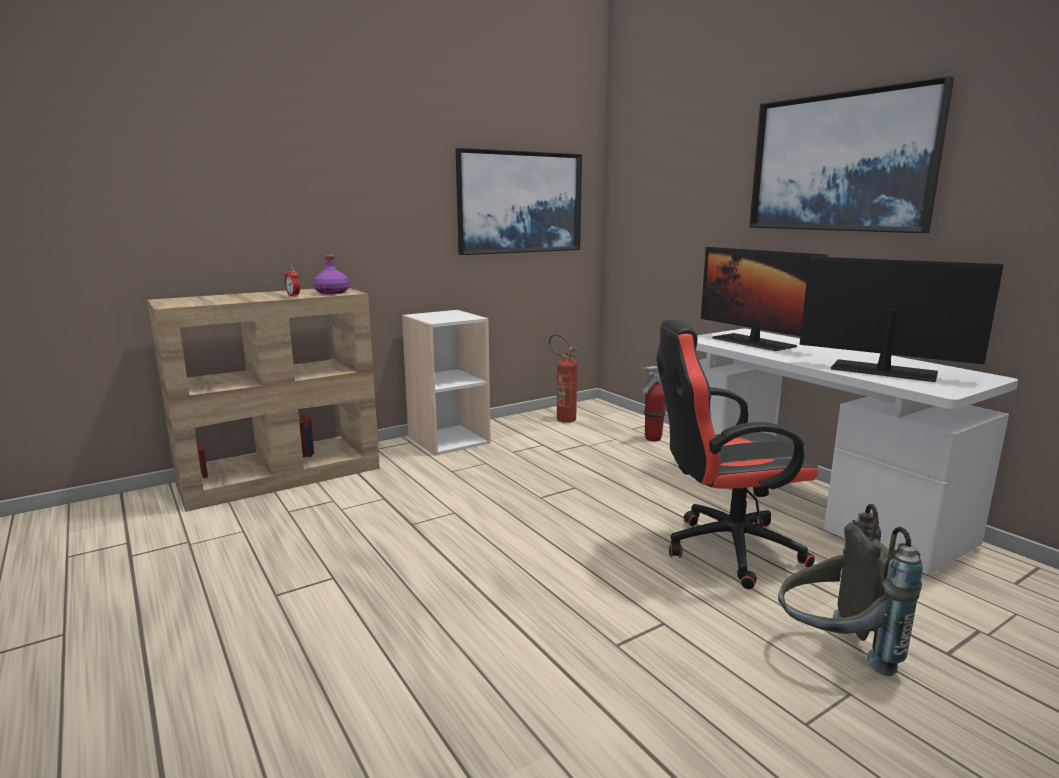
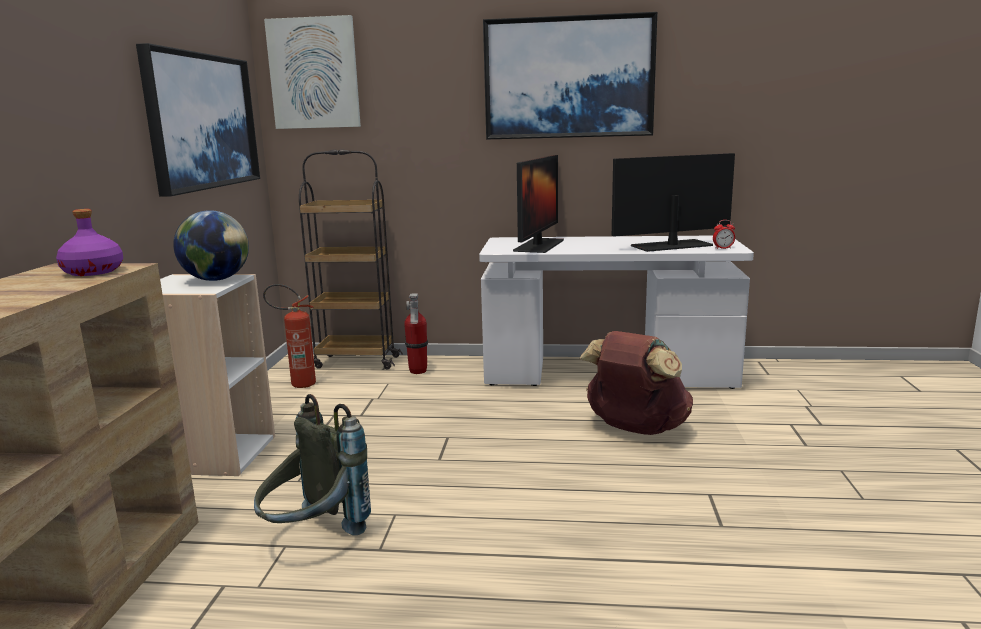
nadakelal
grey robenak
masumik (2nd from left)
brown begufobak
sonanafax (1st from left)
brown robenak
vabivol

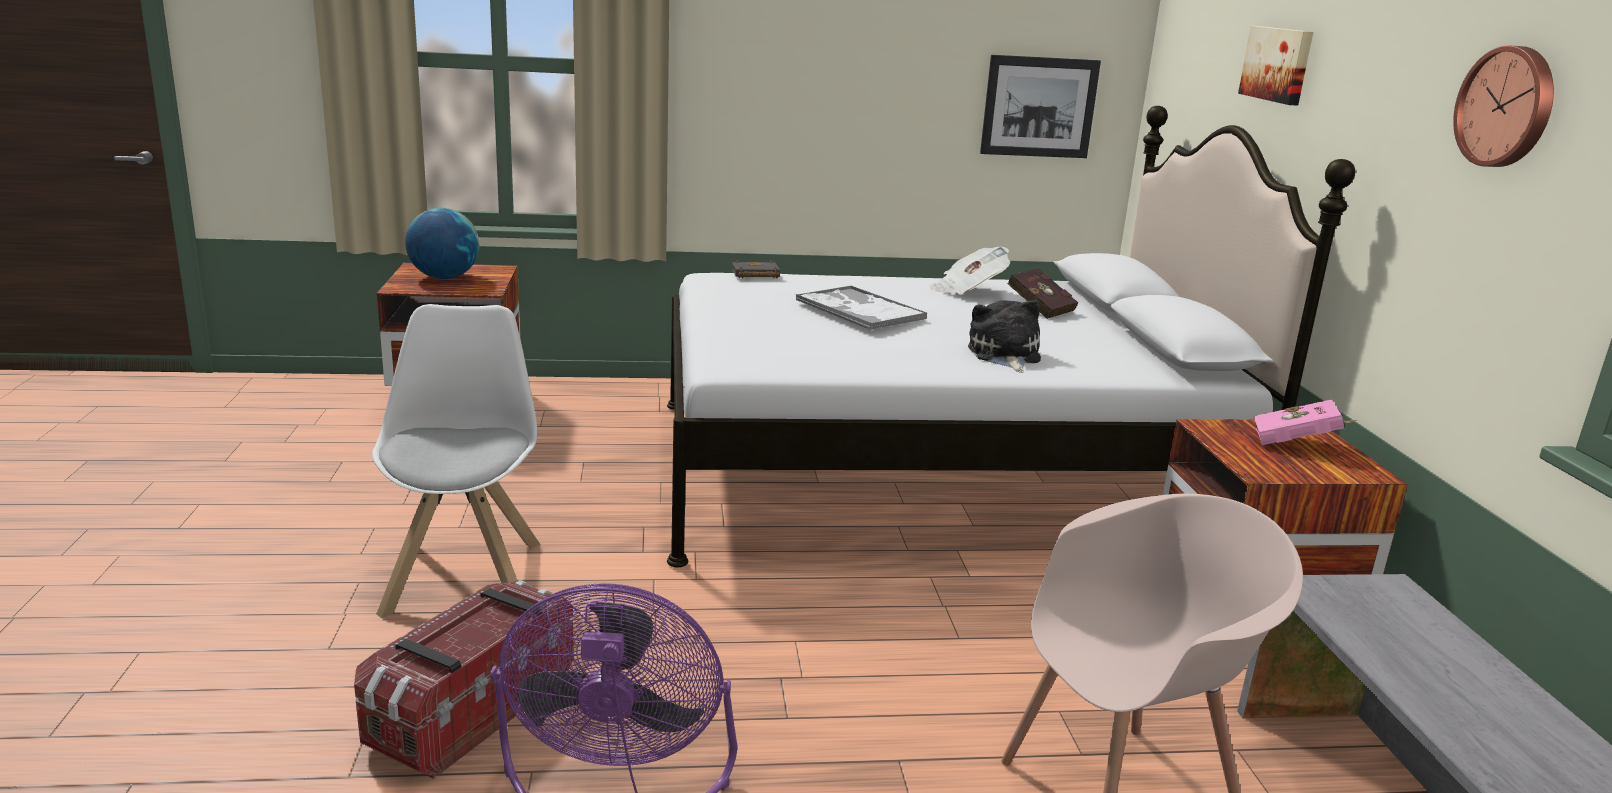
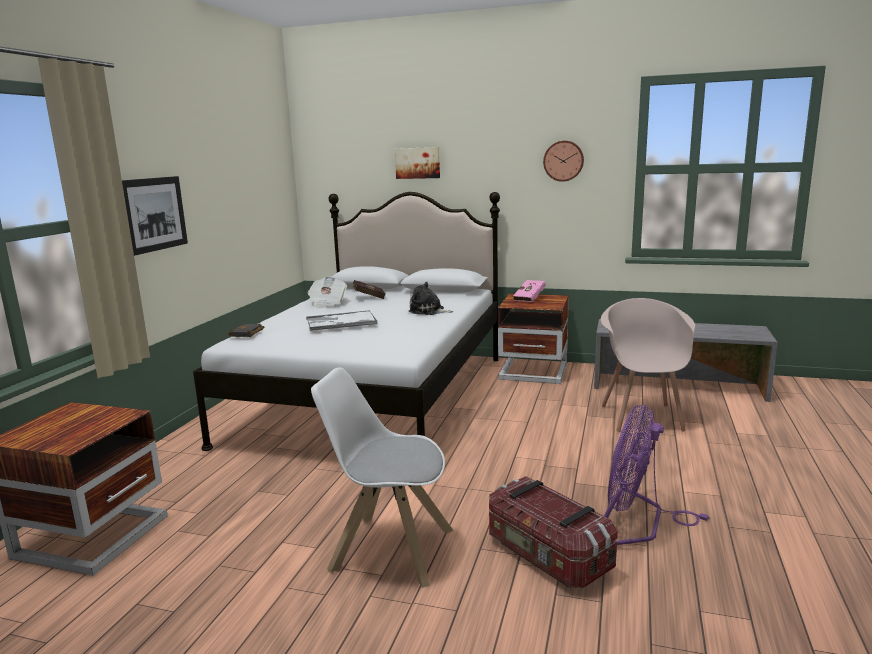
masumik (1st from left)
nadakelal

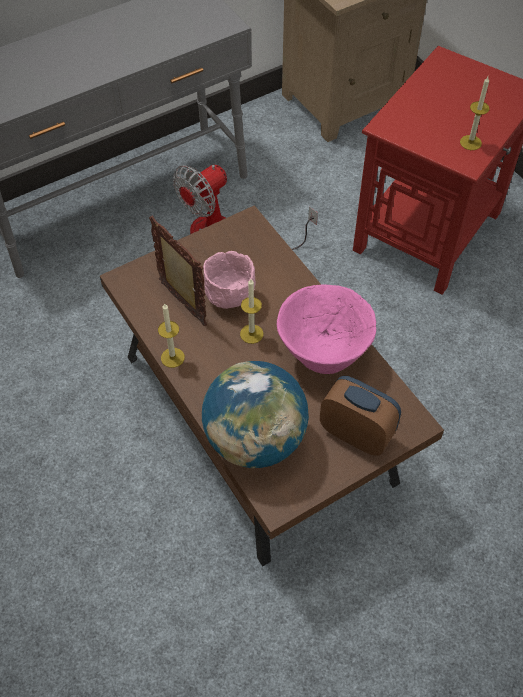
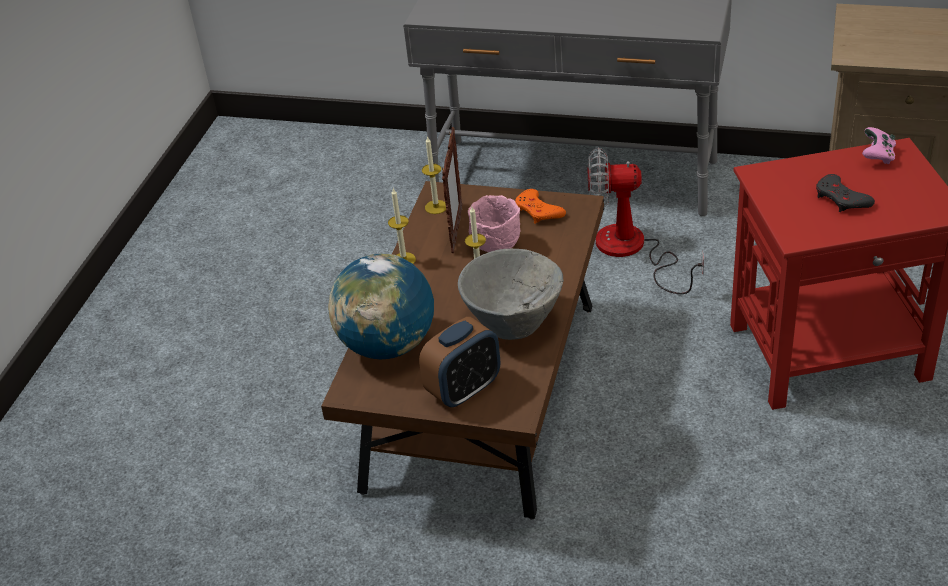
vabivol
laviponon (2nd from left)
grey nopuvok
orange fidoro
grey fidoro
pink fidoro

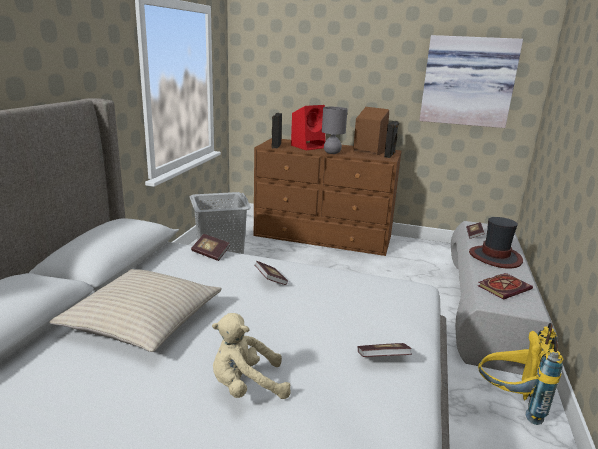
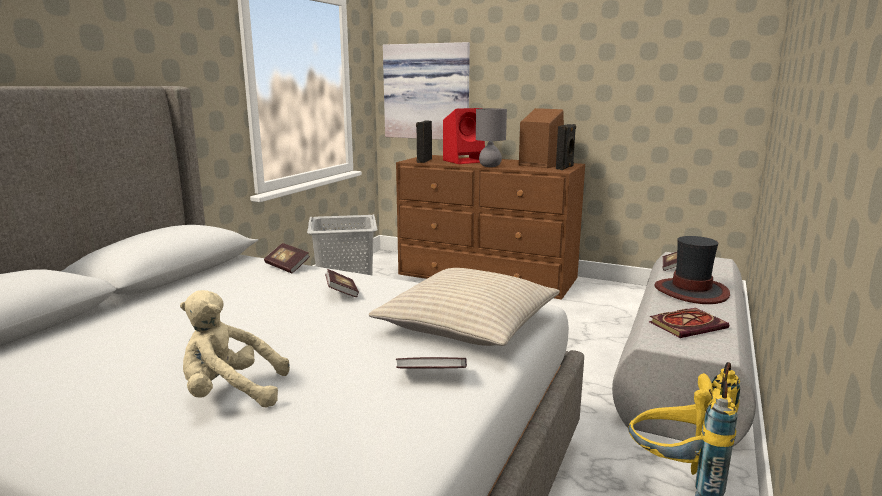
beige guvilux
masumik

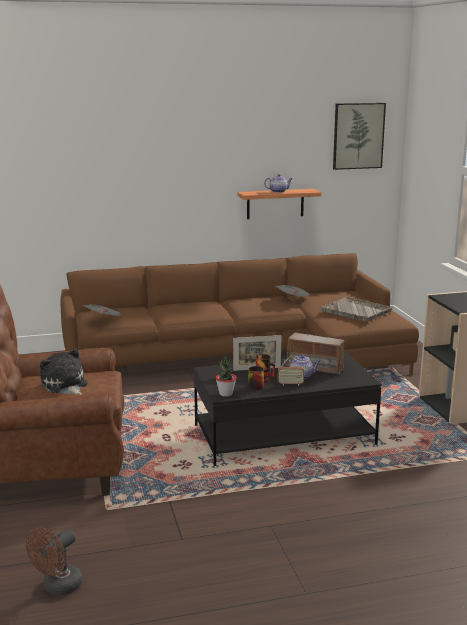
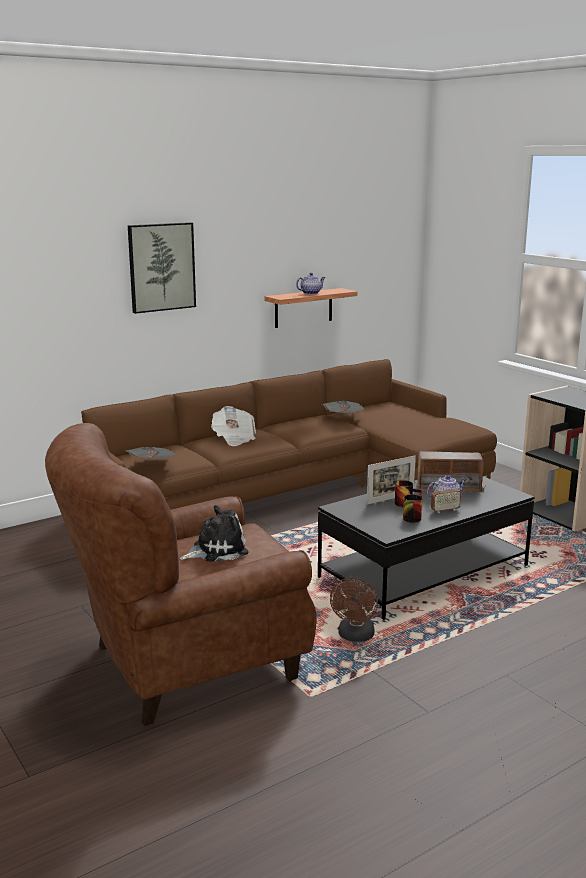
masumik
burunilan
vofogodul (2nd from left)
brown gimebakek
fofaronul
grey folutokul

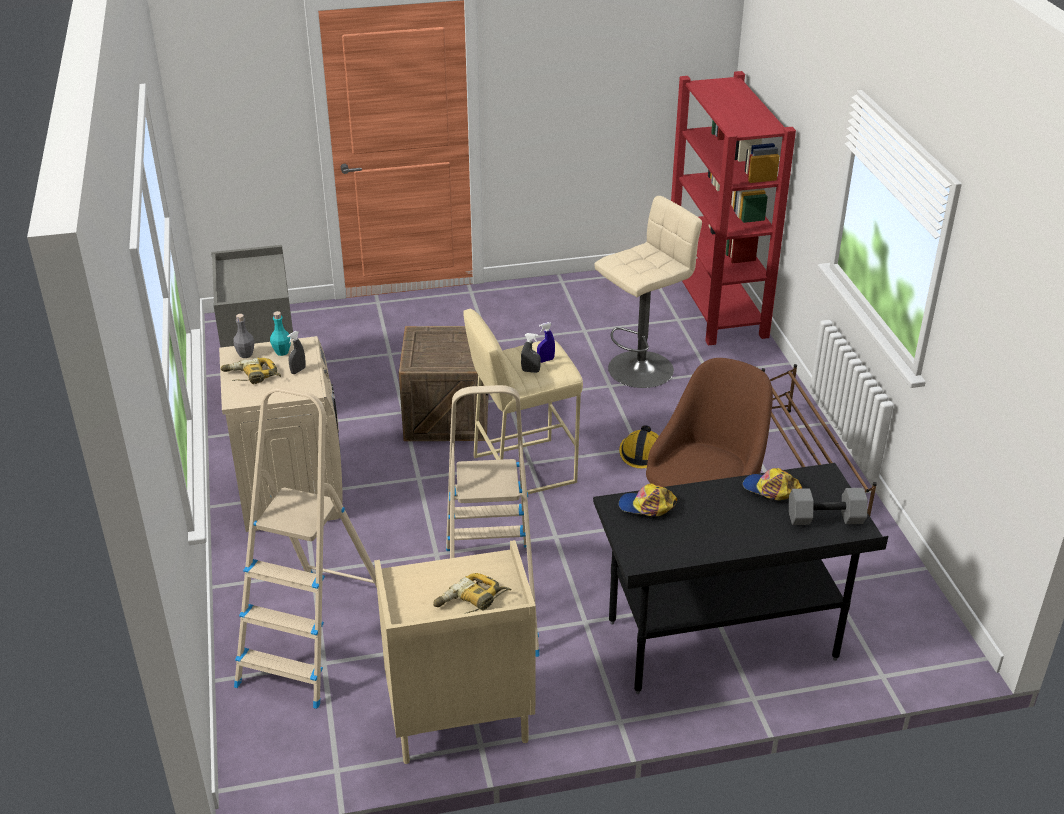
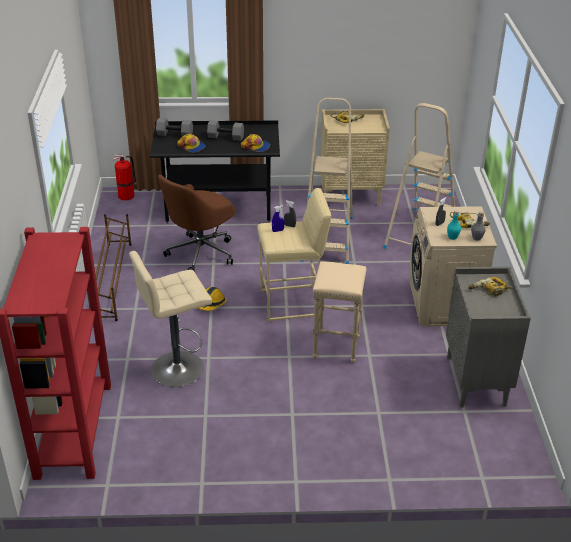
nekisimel
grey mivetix (2nd from left)
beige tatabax (3rd from left)
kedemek (3rd from left)

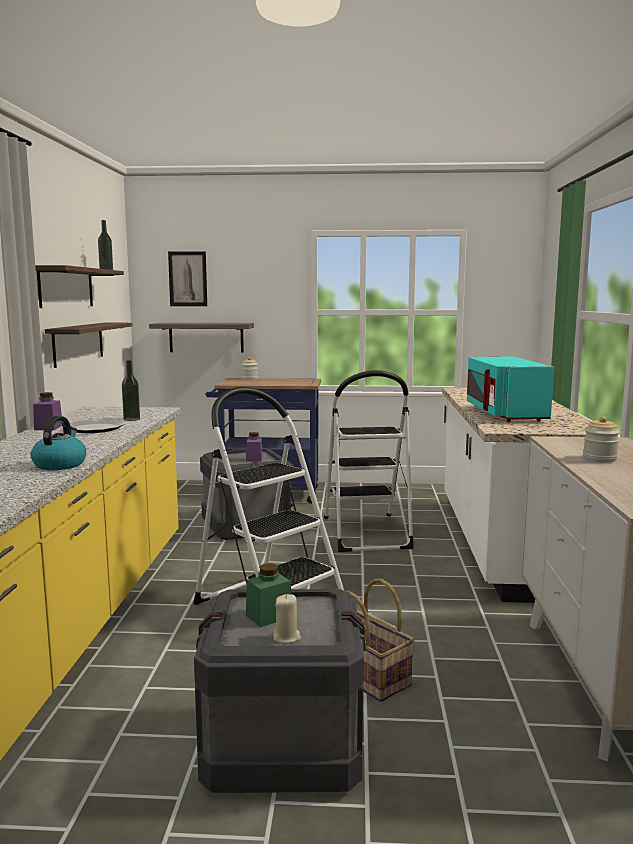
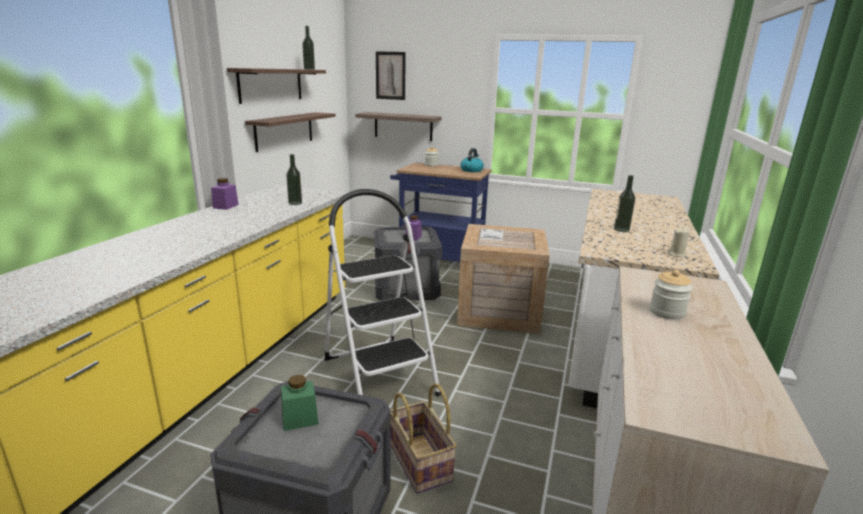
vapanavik (3rd from left)
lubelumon
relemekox (3rd from left)
beige laviponon
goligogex

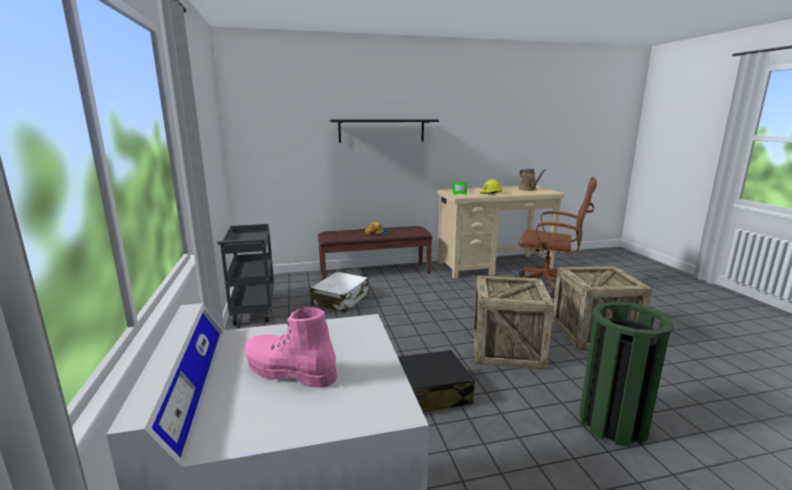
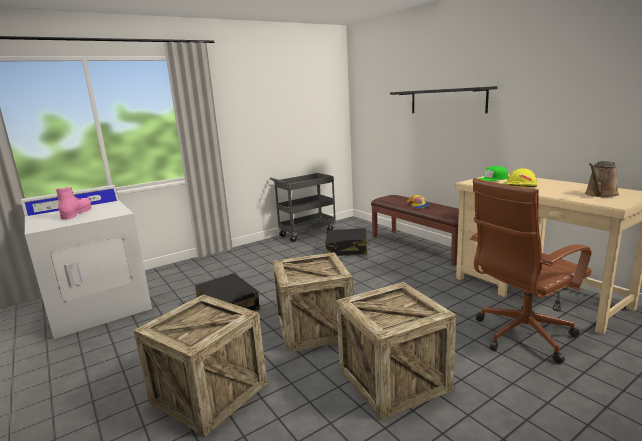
vapanavik (1st from left)
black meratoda (2nd from left)
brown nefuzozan

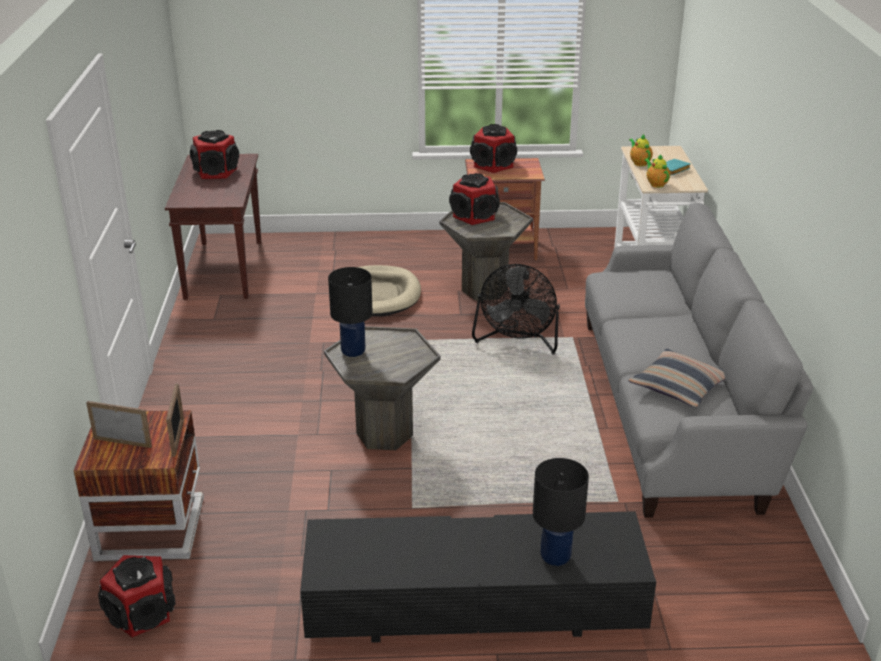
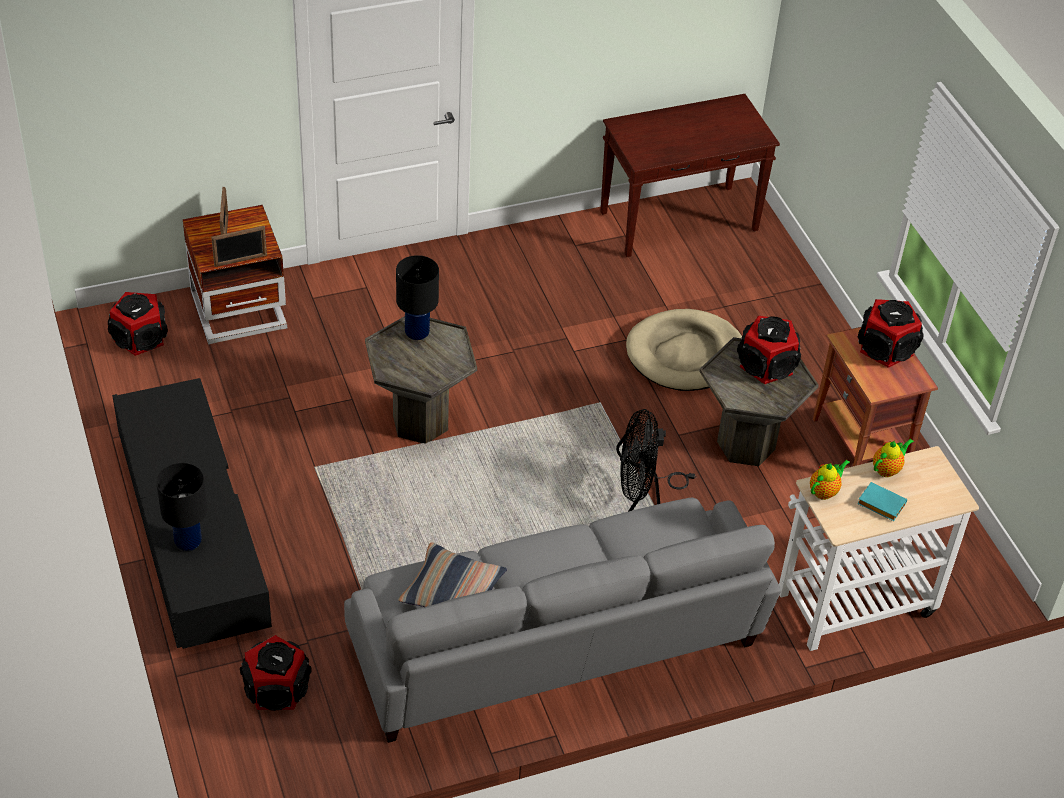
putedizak (2nd from left)

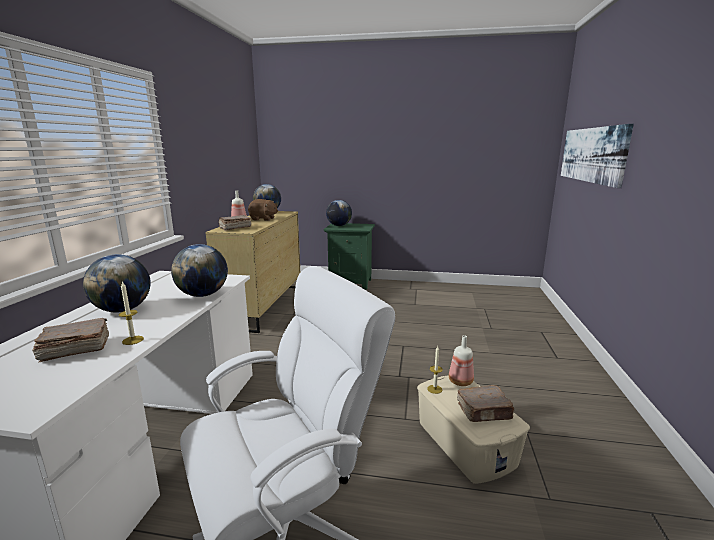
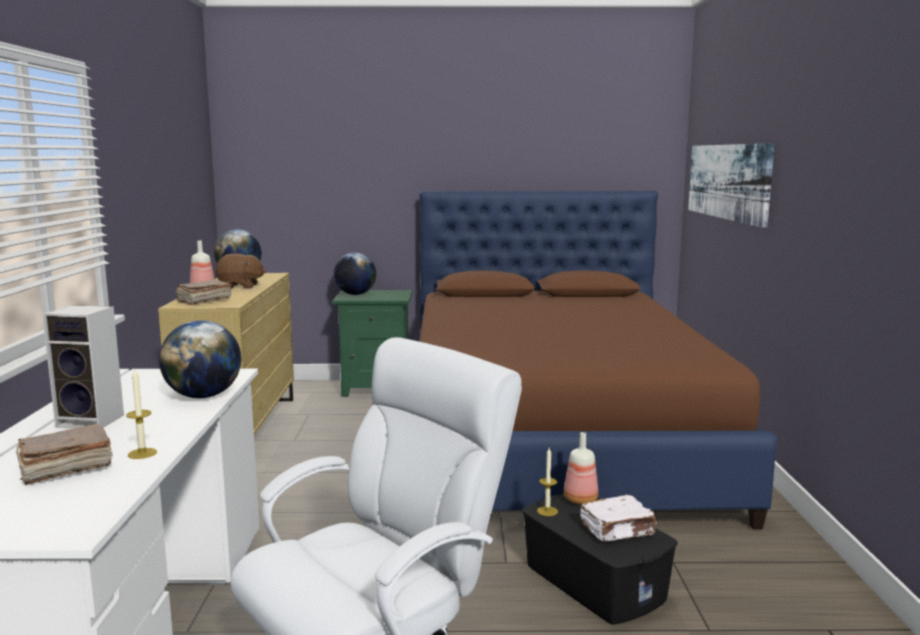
putedizak
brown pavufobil
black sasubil
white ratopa

